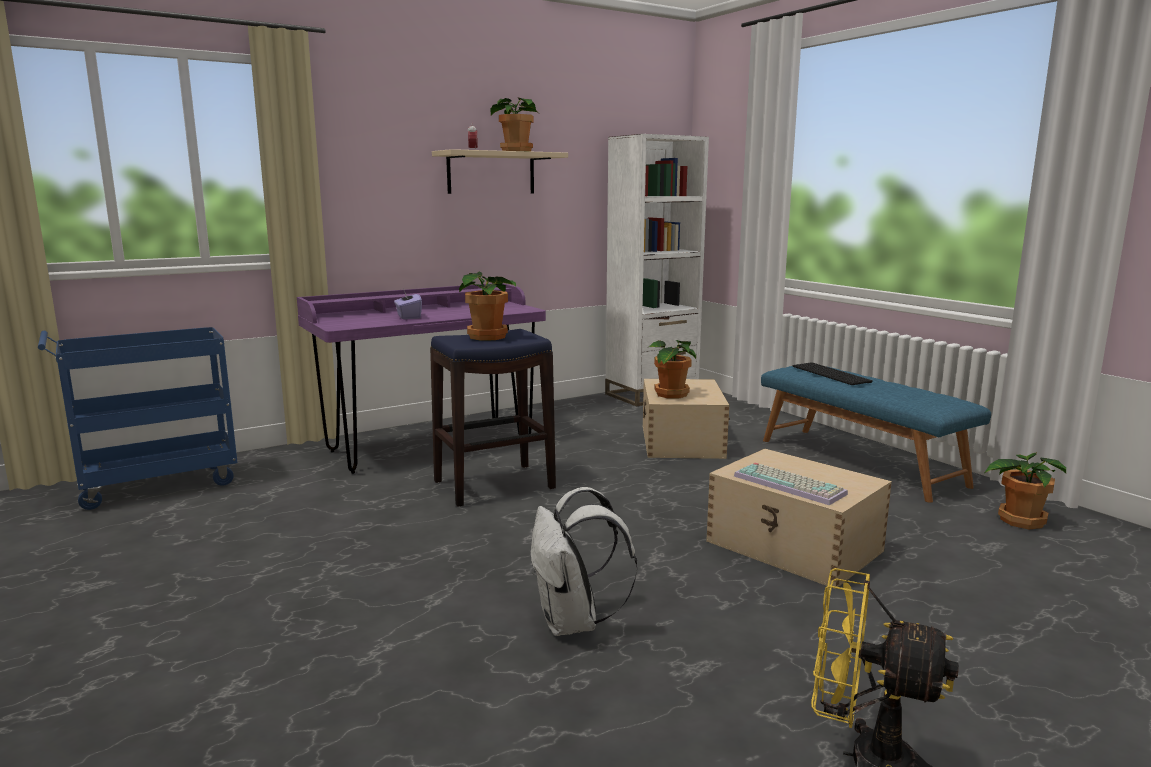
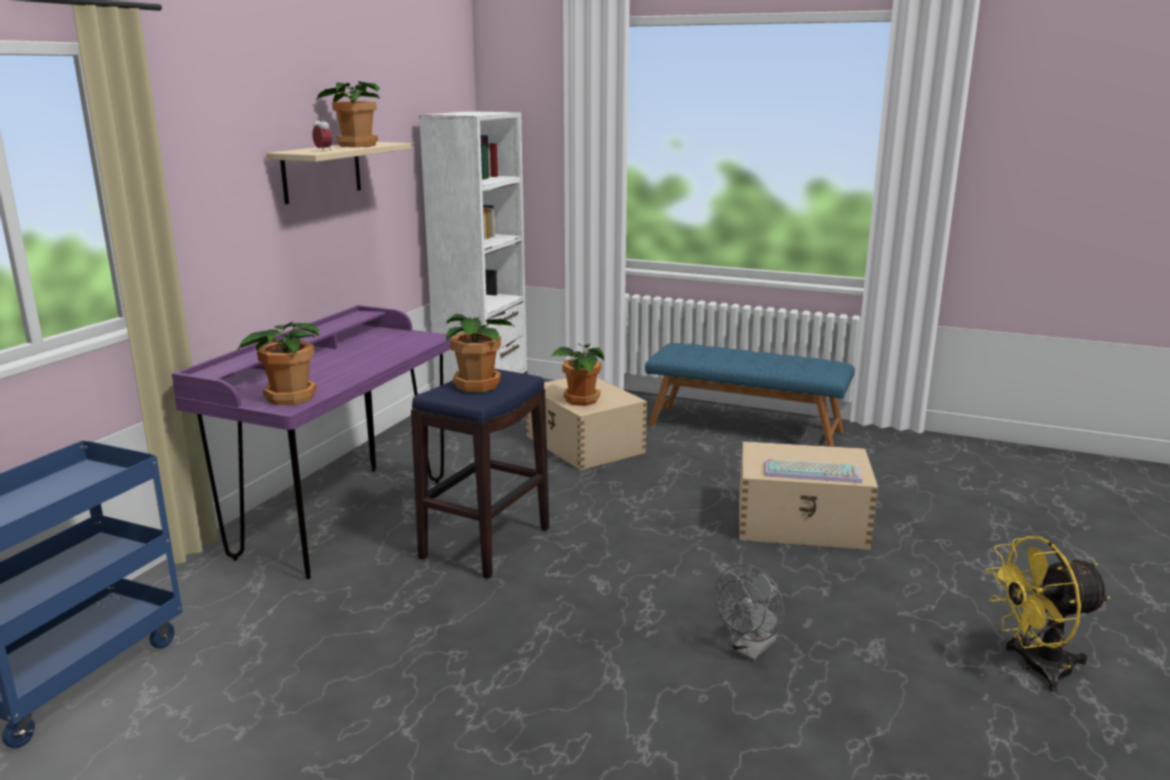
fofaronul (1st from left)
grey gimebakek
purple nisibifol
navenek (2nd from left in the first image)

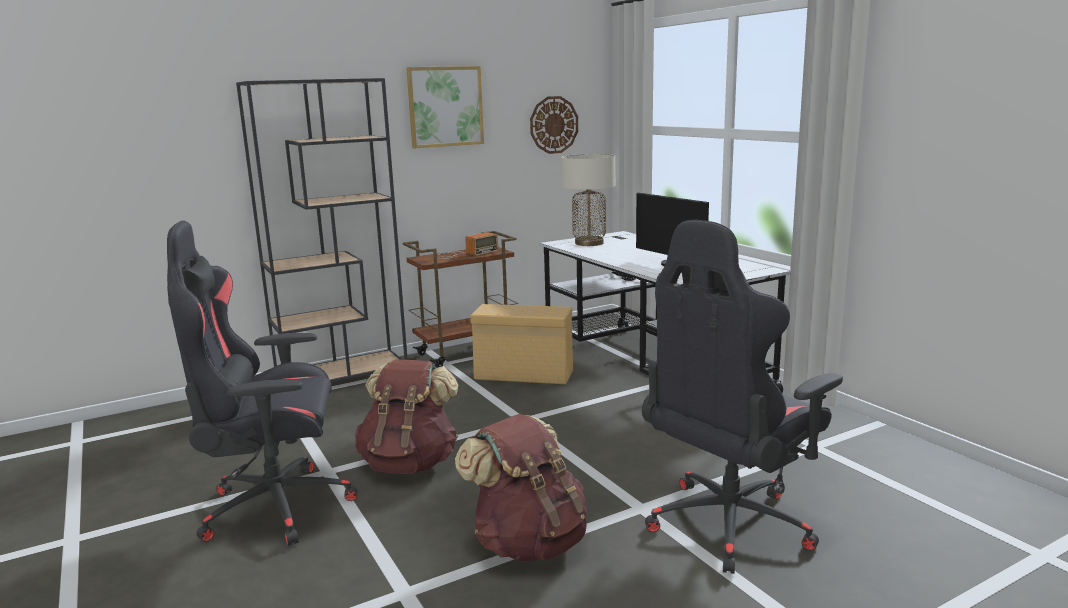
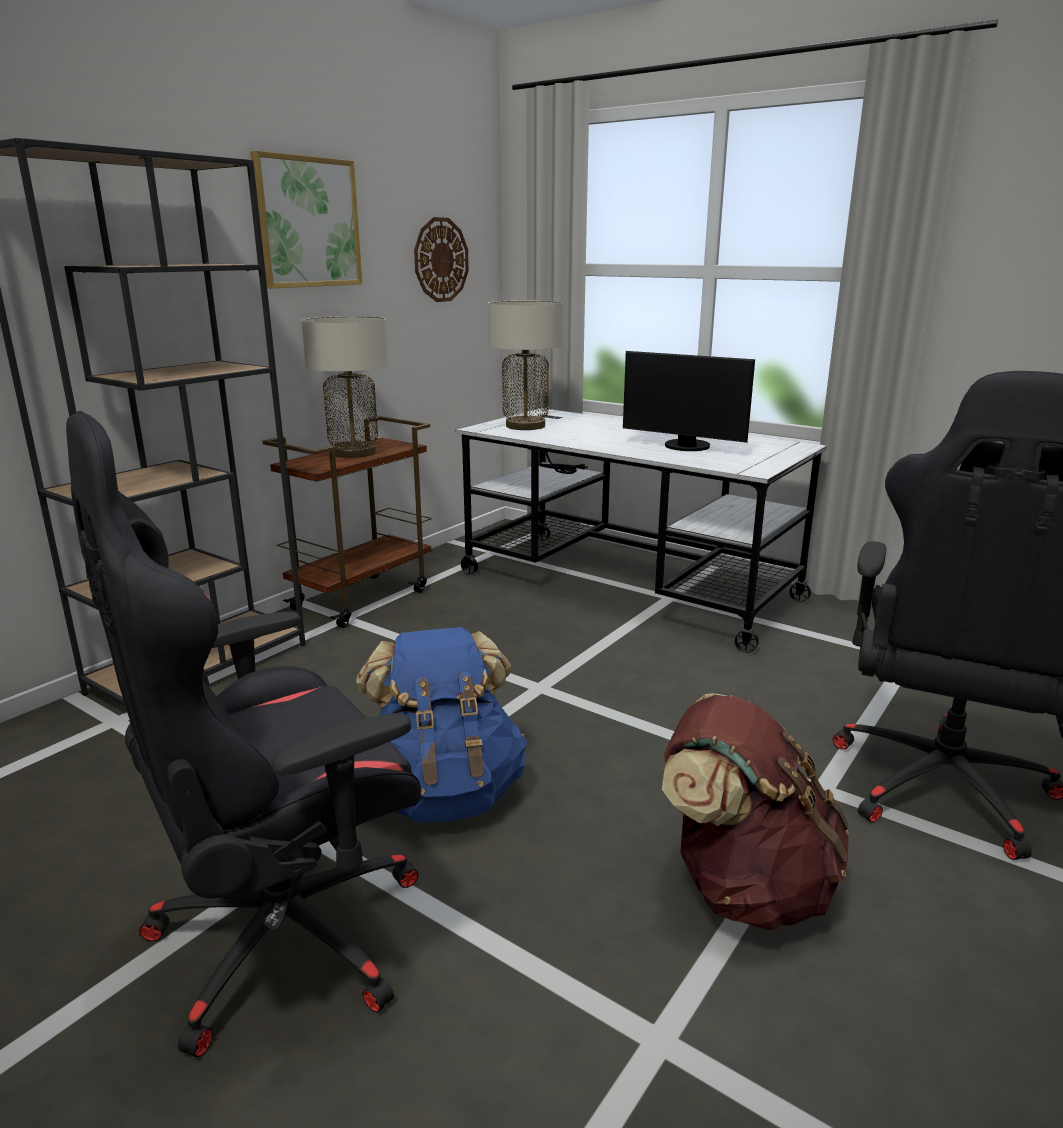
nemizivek (1st from left)
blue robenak
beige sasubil

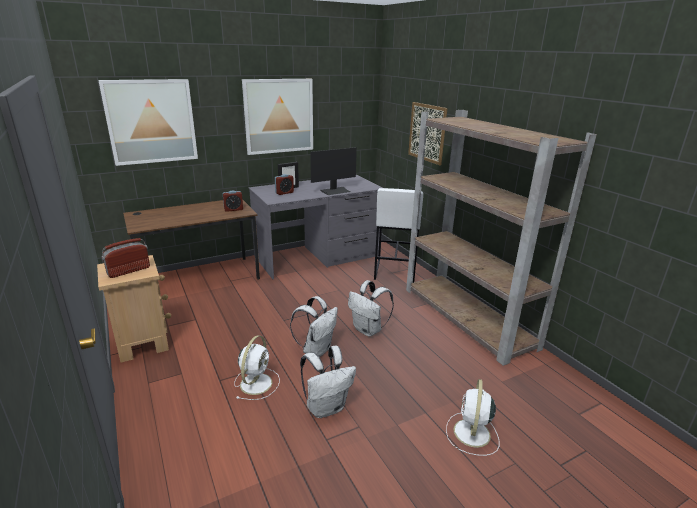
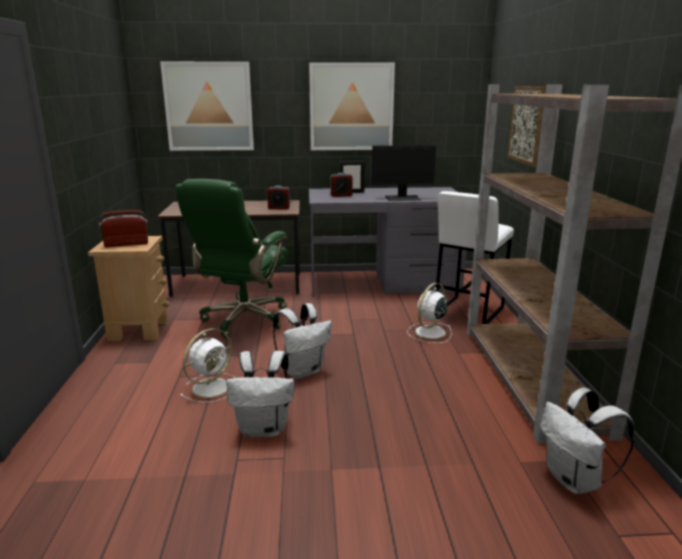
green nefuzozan
white gimebakek (2nd from left)
white robenak (3rd from left)

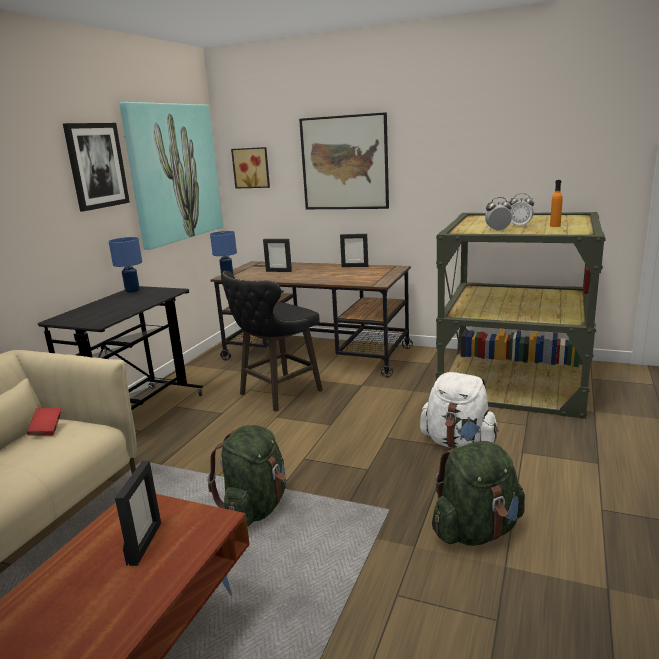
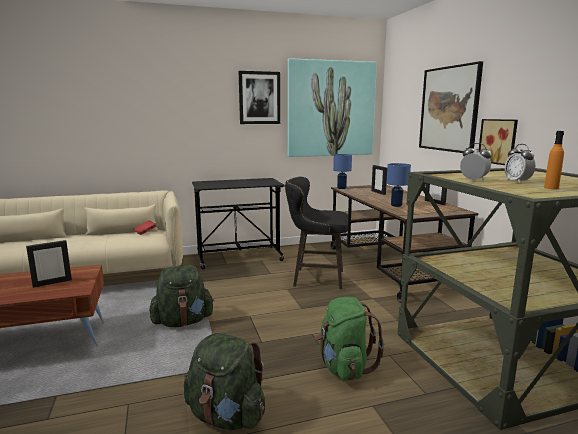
green robenak (3rd from left)
blue nemizivek (2nd from left)
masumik (4th from left)

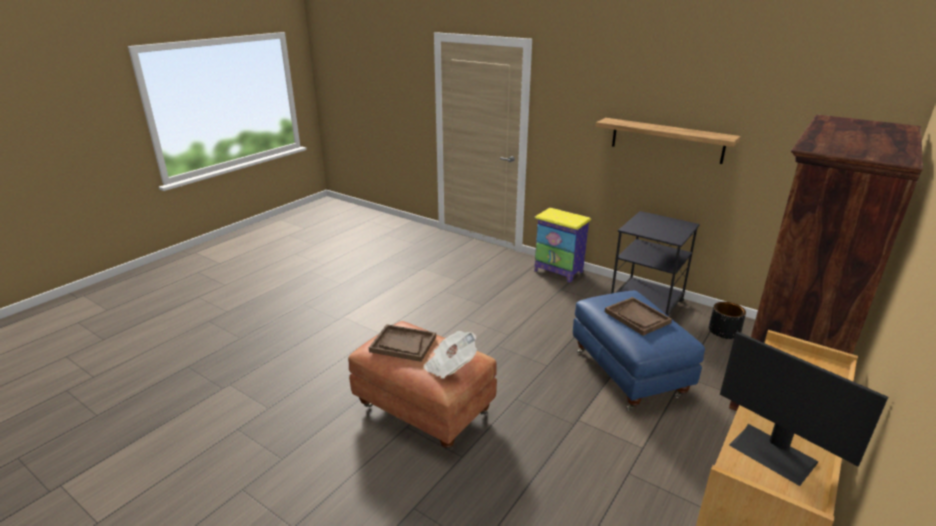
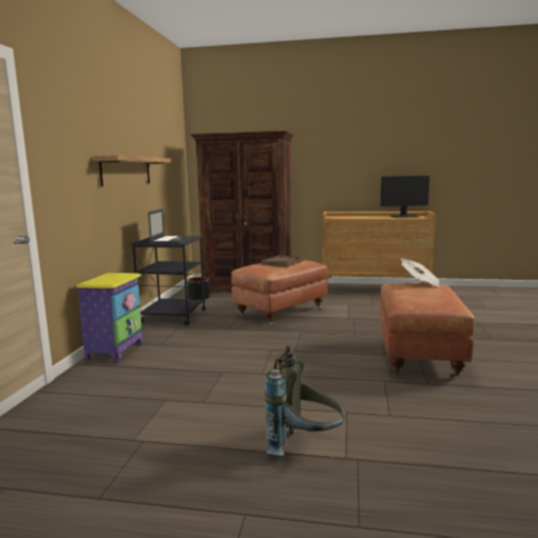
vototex
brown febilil (1st from left)
grey robenak
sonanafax
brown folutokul (1st from left in the first image)

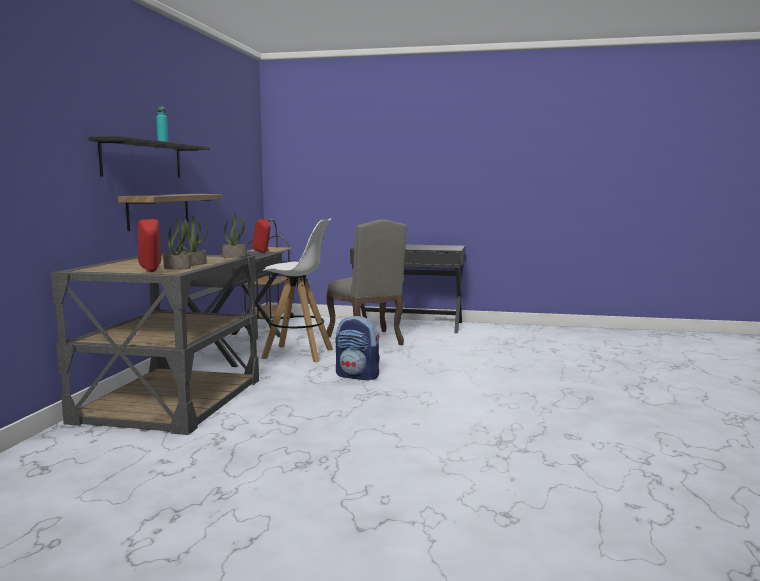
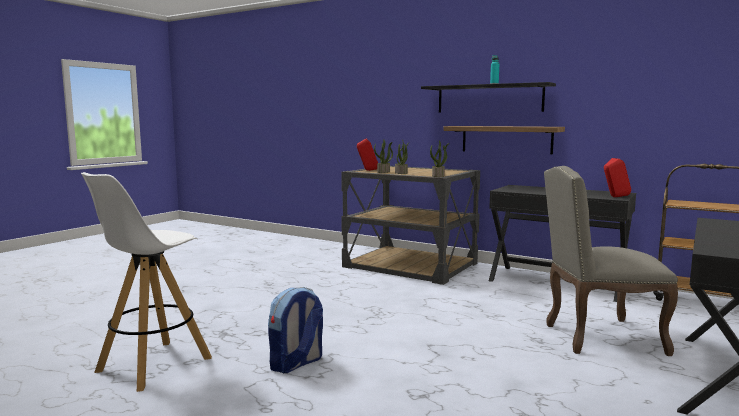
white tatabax
robenak

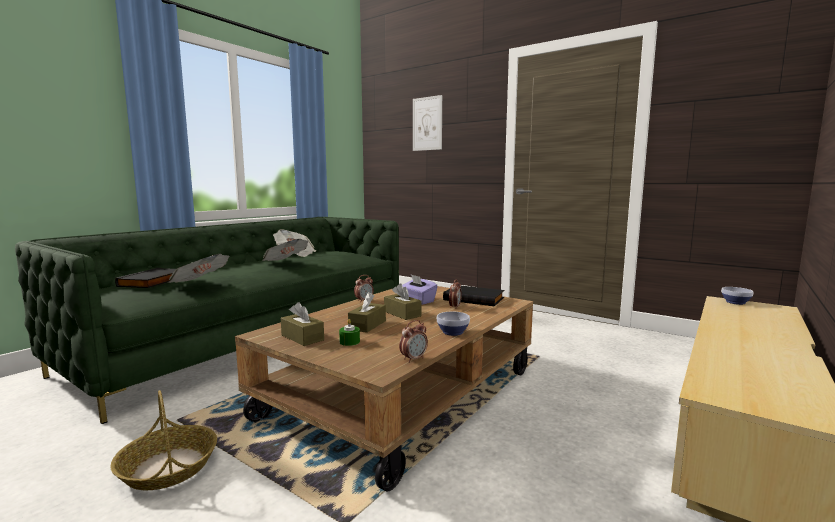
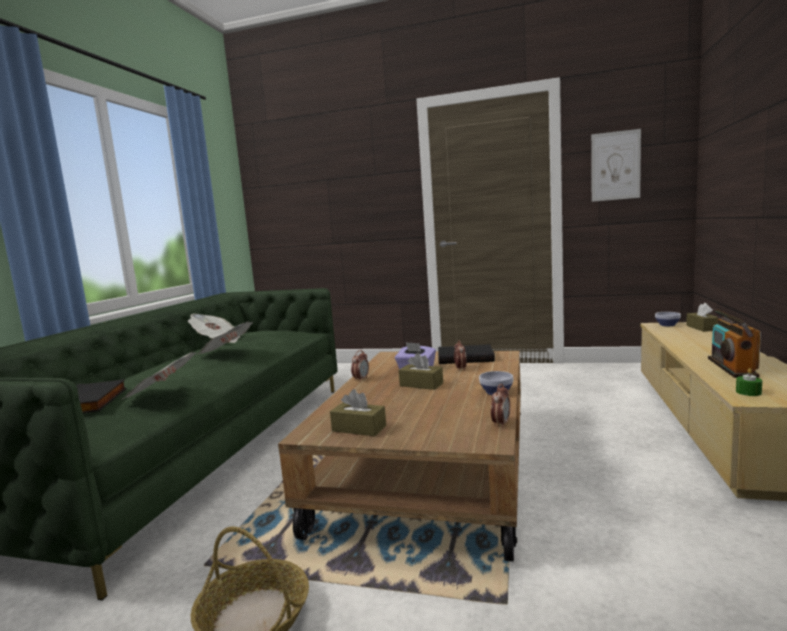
masumik
brown nisibifol (3rd from left)
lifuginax
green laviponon

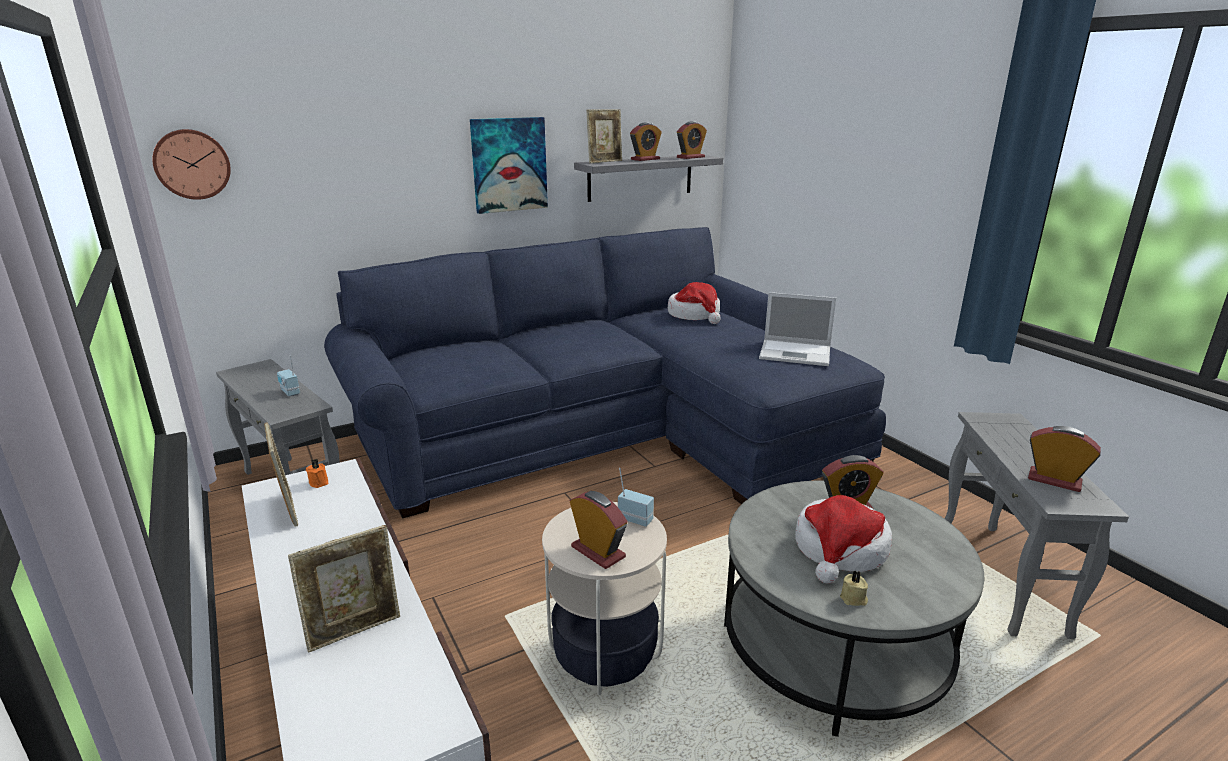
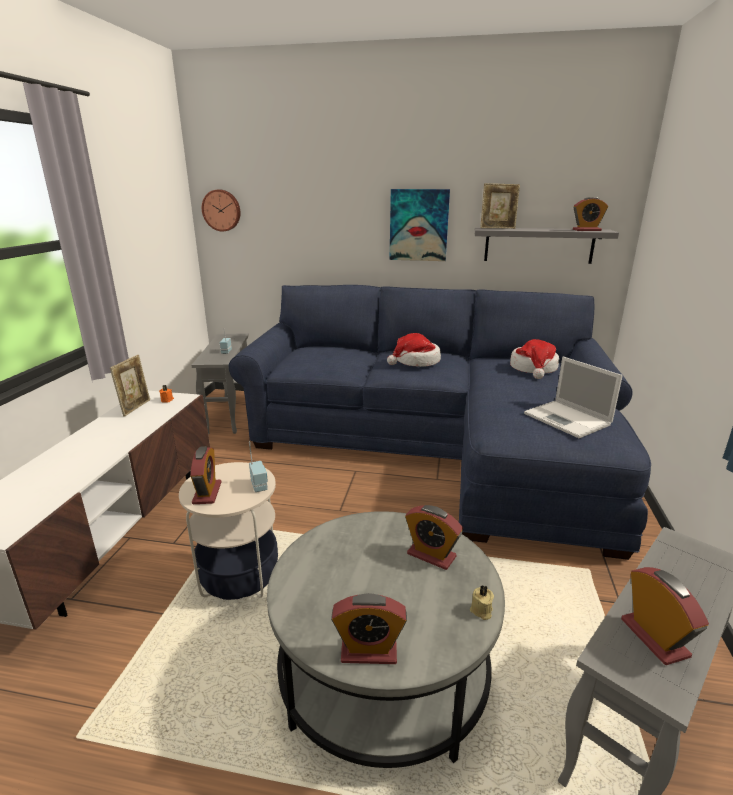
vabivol (2nd from left)
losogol (1st from left)
beige laviponon
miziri (2nd from left in the first image)

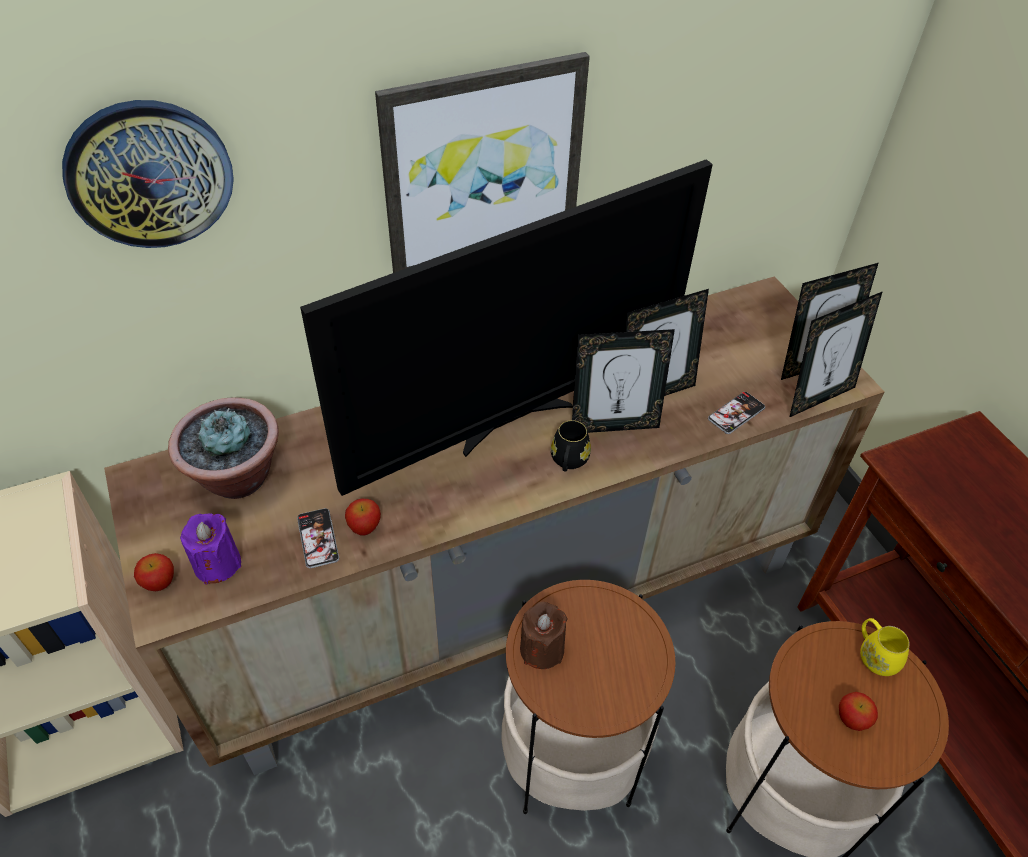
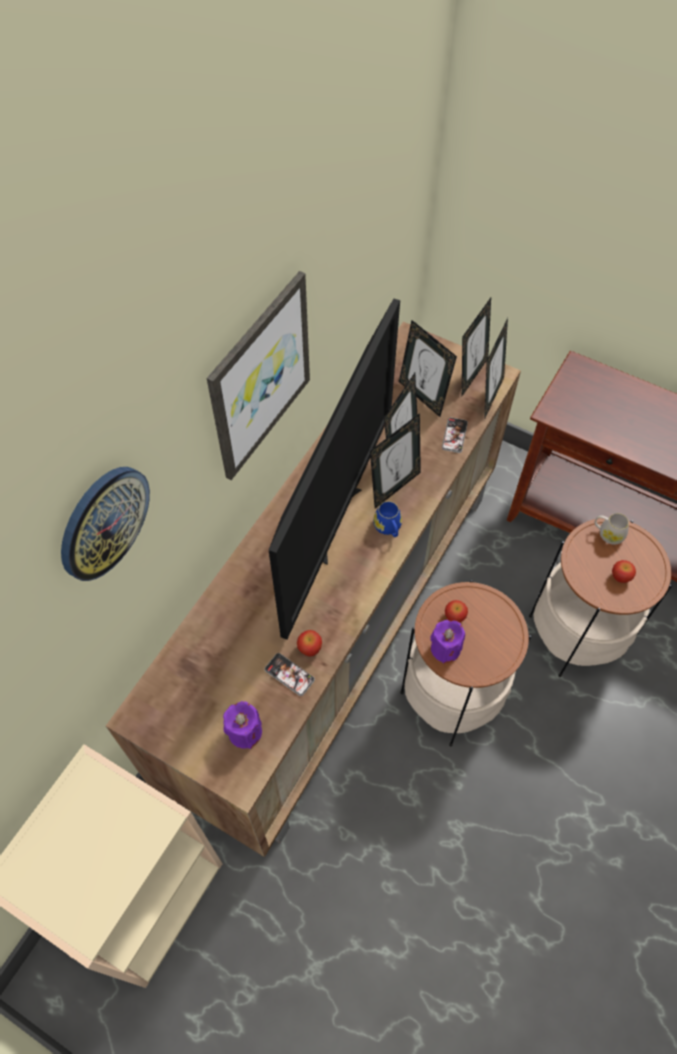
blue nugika
miziri (3rd from left)
purple laviponon (2nd from left)
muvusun (2nd from left)
white nugika
fofaronul

